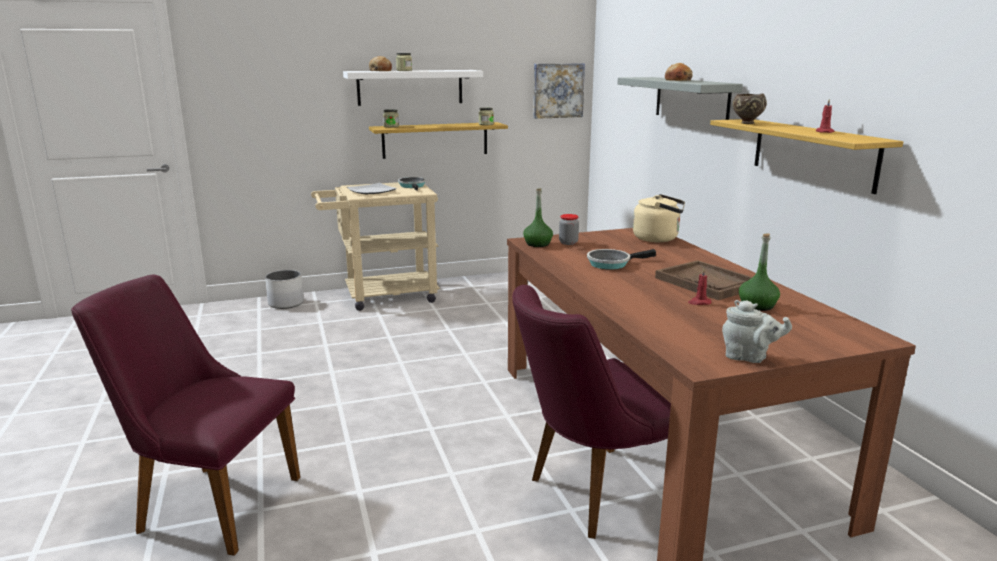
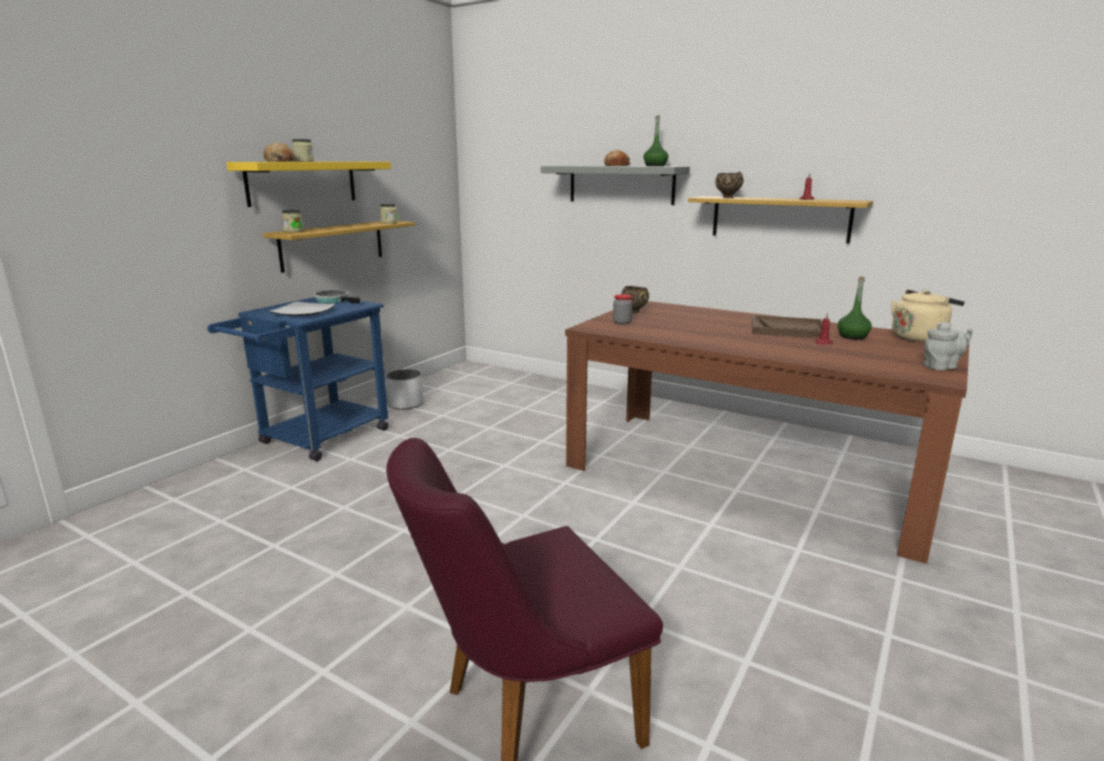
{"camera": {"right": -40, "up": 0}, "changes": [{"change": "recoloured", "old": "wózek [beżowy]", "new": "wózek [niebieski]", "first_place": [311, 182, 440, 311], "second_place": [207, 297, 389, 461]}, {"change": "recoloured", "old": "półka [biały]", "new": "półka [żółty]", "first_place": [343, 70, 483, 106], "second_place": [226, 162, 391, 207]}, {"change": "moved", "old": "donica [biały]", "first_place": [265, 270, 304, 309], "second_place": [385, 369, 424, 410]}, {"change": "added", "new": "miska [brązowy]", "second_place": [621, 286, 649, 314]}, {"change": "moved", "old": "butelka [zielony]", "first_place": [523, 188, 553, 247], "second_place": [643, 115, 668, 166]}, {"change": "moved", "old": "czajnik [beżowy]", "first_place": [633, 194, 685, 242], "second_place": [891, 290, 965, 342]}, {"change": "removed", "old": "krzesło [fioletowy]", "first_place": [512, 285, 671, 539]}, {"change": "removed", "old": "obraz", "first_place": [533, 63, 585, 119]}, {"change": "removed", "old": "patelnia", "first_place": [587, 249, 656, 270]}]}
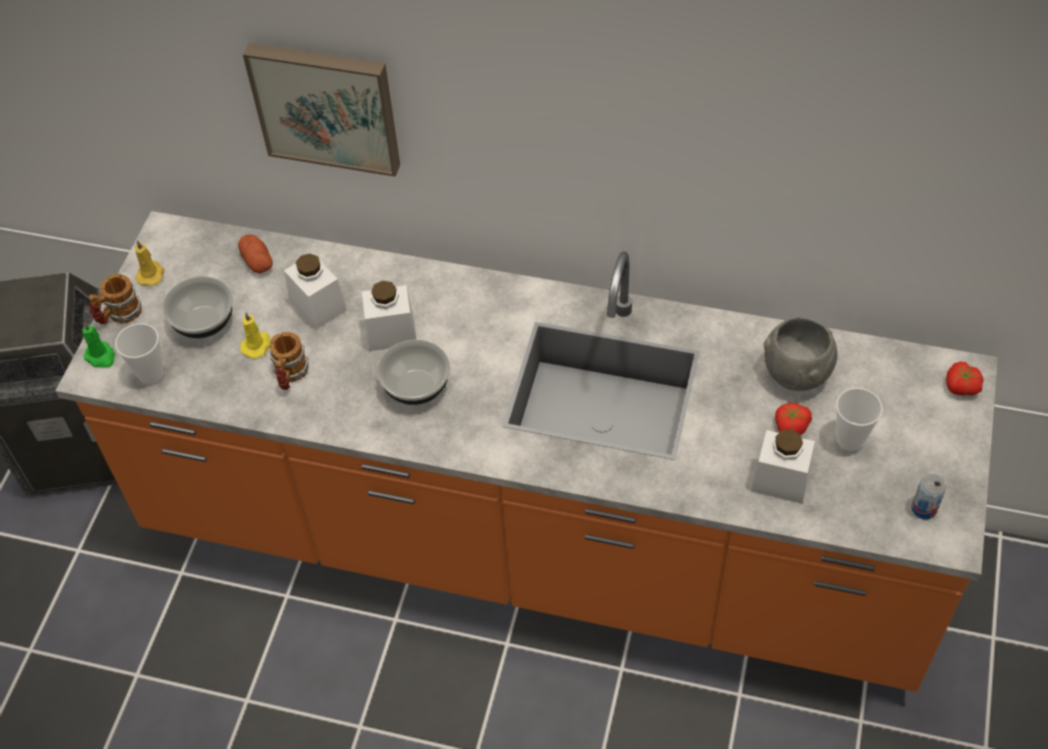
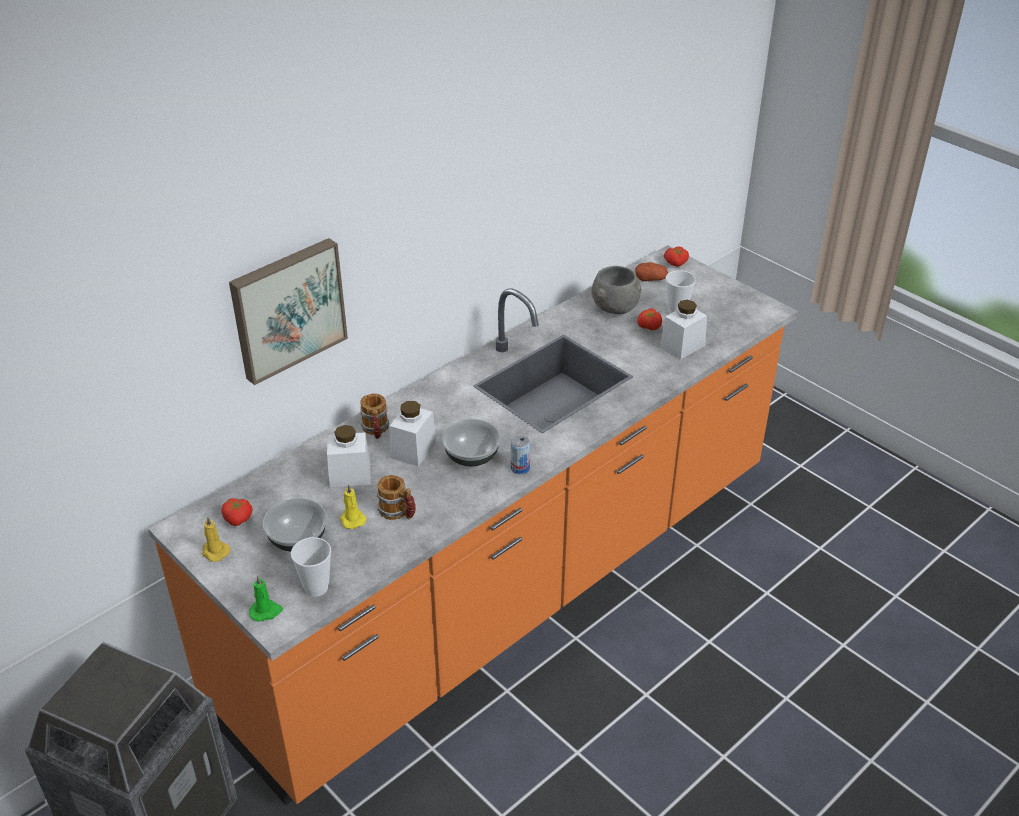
{"camera": {"right": -60, "up": -15}, "changes": [{"change": "added", "new": "pomidor", "second_place": [222, 498, 252, 526]}, {"change": "moved", "old": "kubek", "first_place": [88, 274, 142, 325], "second_place": [360, 394, 389, 439]}, {"change": "moved", "old": "puszka", "first_place": [911, 474, 946, 519], "second_place": [511, 435, 530, 474]}, {"change": "moved", "old": "ziemniak", "first_place": [238, 234, 273, 273], "second_place": [635, 262, 668, 281]}]}
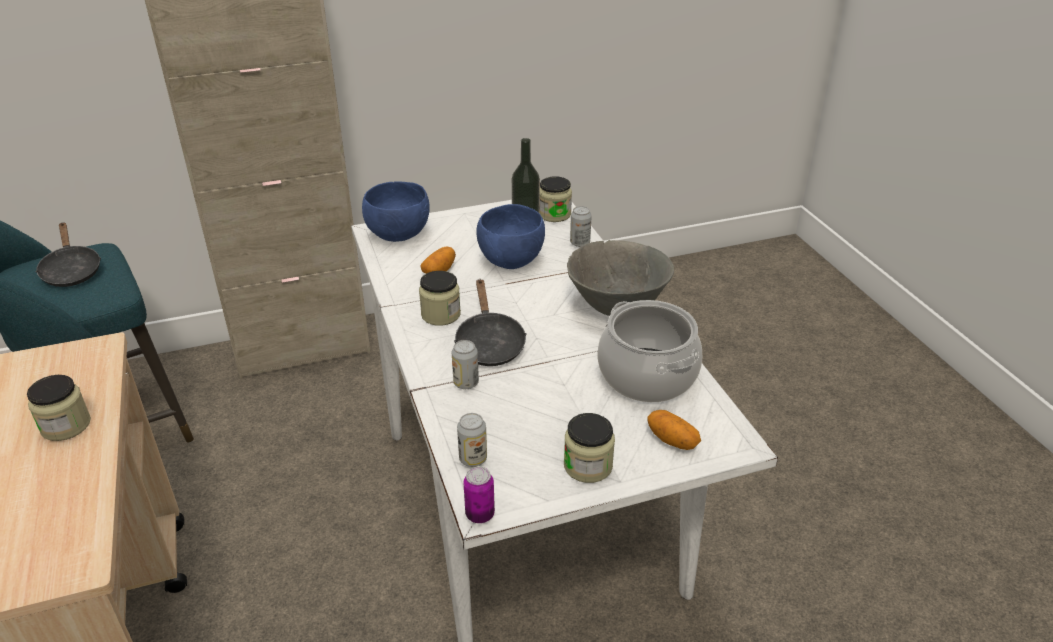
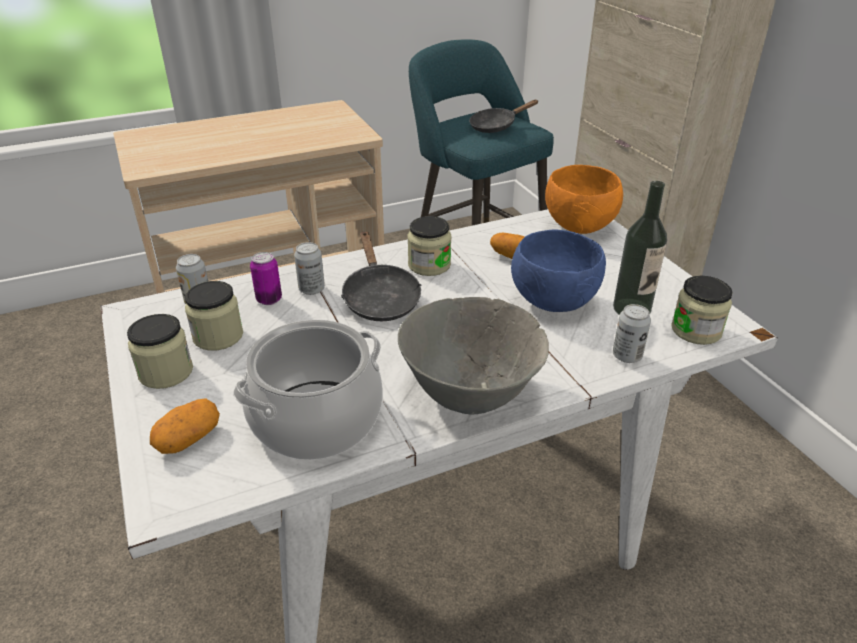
{"camera": {"right": 85, "up": 0}, "changes": [{"change": "moved", "old": "słoik", "first_place": [27, 375, 91, 441], "second_place": [185, 281, 243, 351]}, {"change": "moved", "old": "puszka", "first_place": [463, 467, 495, 523], "second_place": [250, 252, 282, 305]}, {"change": "turned", "old": "patelnia [czarny]", "first_place": [454, 279, 527, 366], "second_place": [341, 231, 422, 321], "degrees": -90}, {"change": "recoloured", "old": "miska [niebieski]", "new": "miska [pomarańczowy]", "first_place": [362, 181, 429, 242], "second_place": [545, 165, 623, 234]}]}
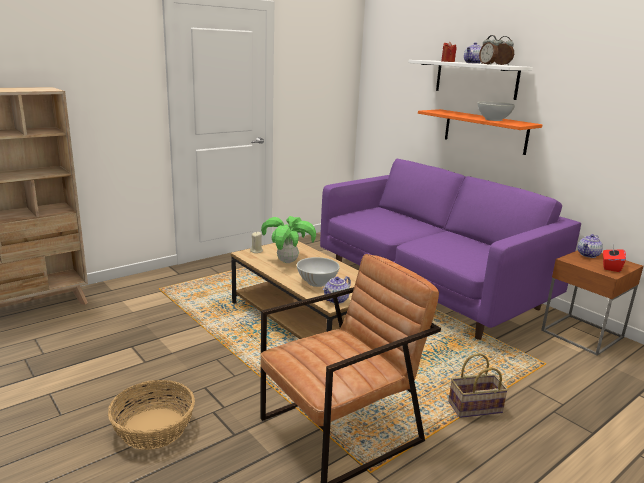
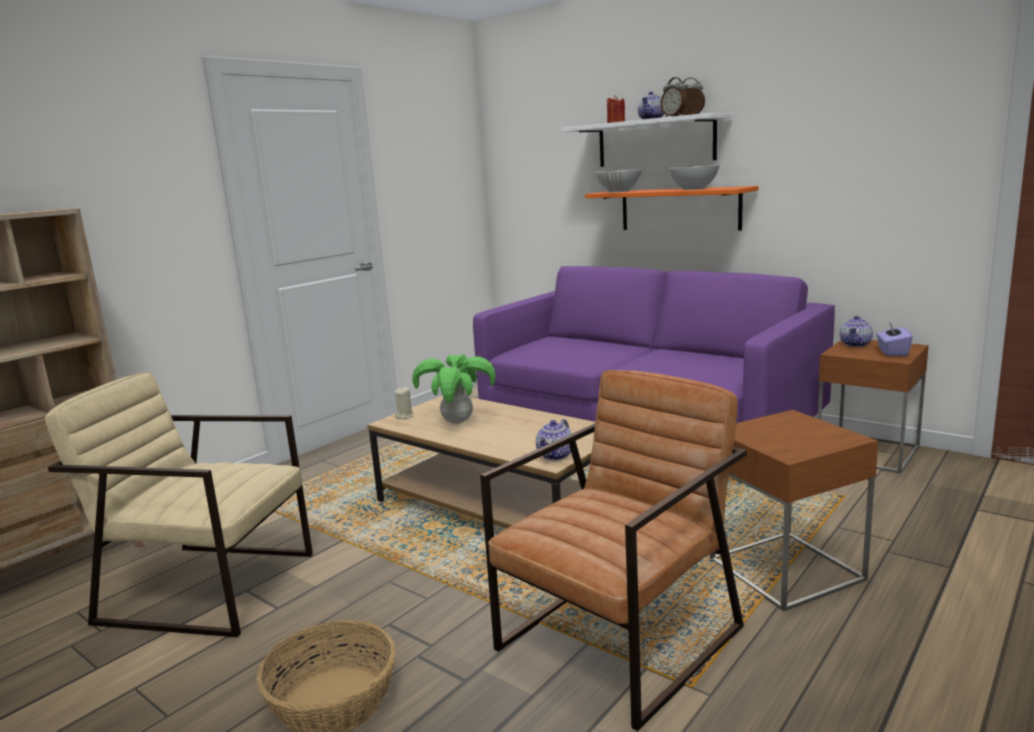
{"camera": {"right": -10, "up": -5}, "changes": [{"change": "added", "new": "fotel [beżowy]", "second_place": [45, 372, 313, 637]}, {"change": "moved", "old": "miska [biały]", "first_place": [297, 257, 340, 287], "second_place": [596, 169, 642, 192]}, {"change": "replaced", "old": "koszyk", "new": "stolik [brązowy]", "first_place": [448, 353, 508, 418], "second_place": [710, 410, 878, 611]}, {"change": "recoloured", "old": "pudełko chusteczek [czerwony]", "new": "pudełko chusteczek [fioletowy]", "first_place": [603, 245, 626, 272], "second_place": [876, 322, 913, 356]}]}
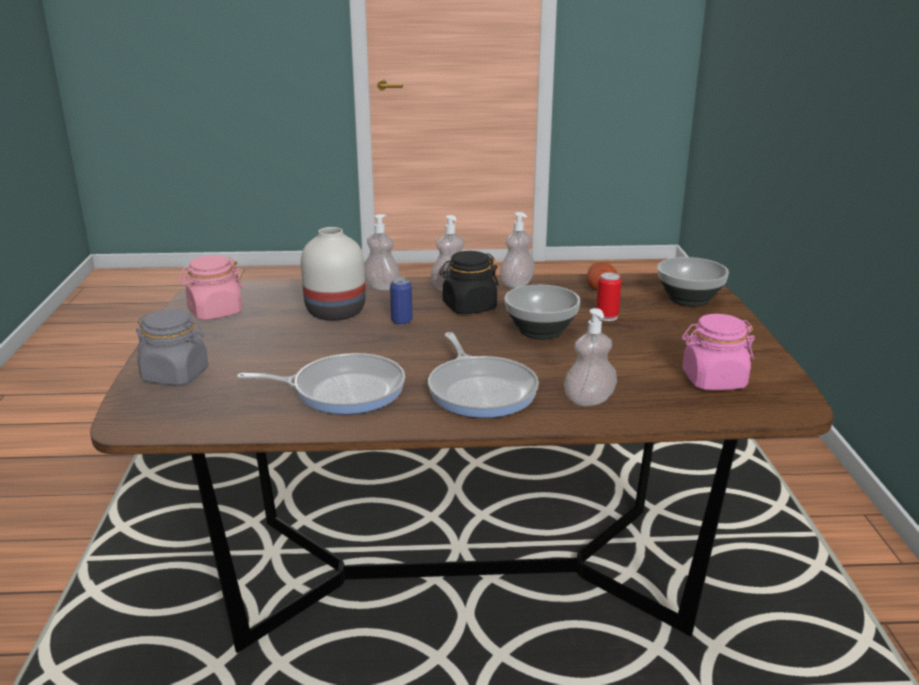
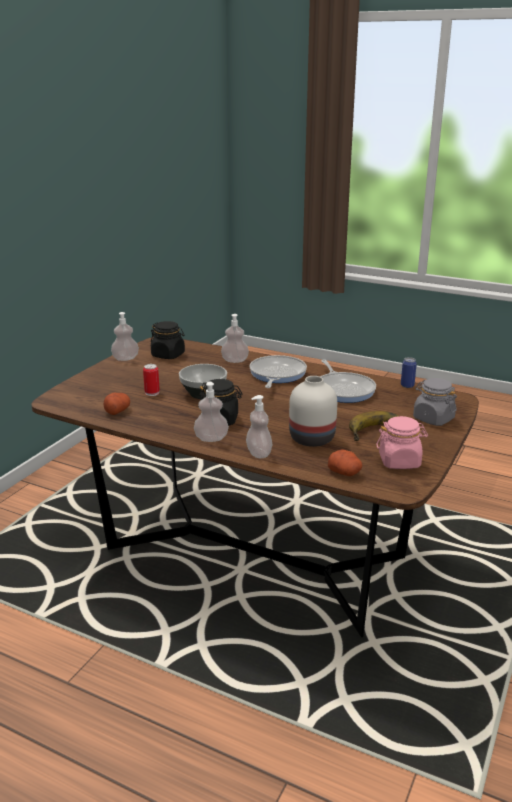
{"camera": {"right": -150, "up": 0}, "changes": [{"change": "moved", "old": "dozownik mydła", "first_place": [500, 212, 535, 288], "second_place": [111, 312, 139, 361]}, {"change": "recoloured", "old": "słoik [różowy]", "new": "słoik [czarny]", "first_place": [682, 314, 755, 390], "second_place": [151, 321, 185, 359]}, {"change": "turned", "old": "patelnia", "first_place": [237, 353, 405, 415], "second_place": [320, 360, 376, 403], "degrees": -135}, {"change": "added", "new": "ziemniak", "second_place": [328, 450, 362, 476]}, {"change": "added", "new": "banan", "second_place": [349, 411, 399, 441]}, {"change": "moved", "old": "puszka", "first_place": [390, 277, 412, 325], "second_place": [401, 357, 417, 388]}, {"change": "removed", "old": "miska", "first_place": [657, 257, 729, 307]}]}
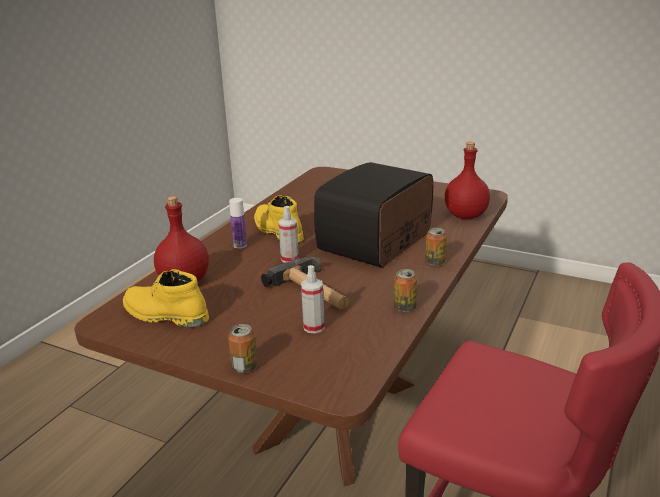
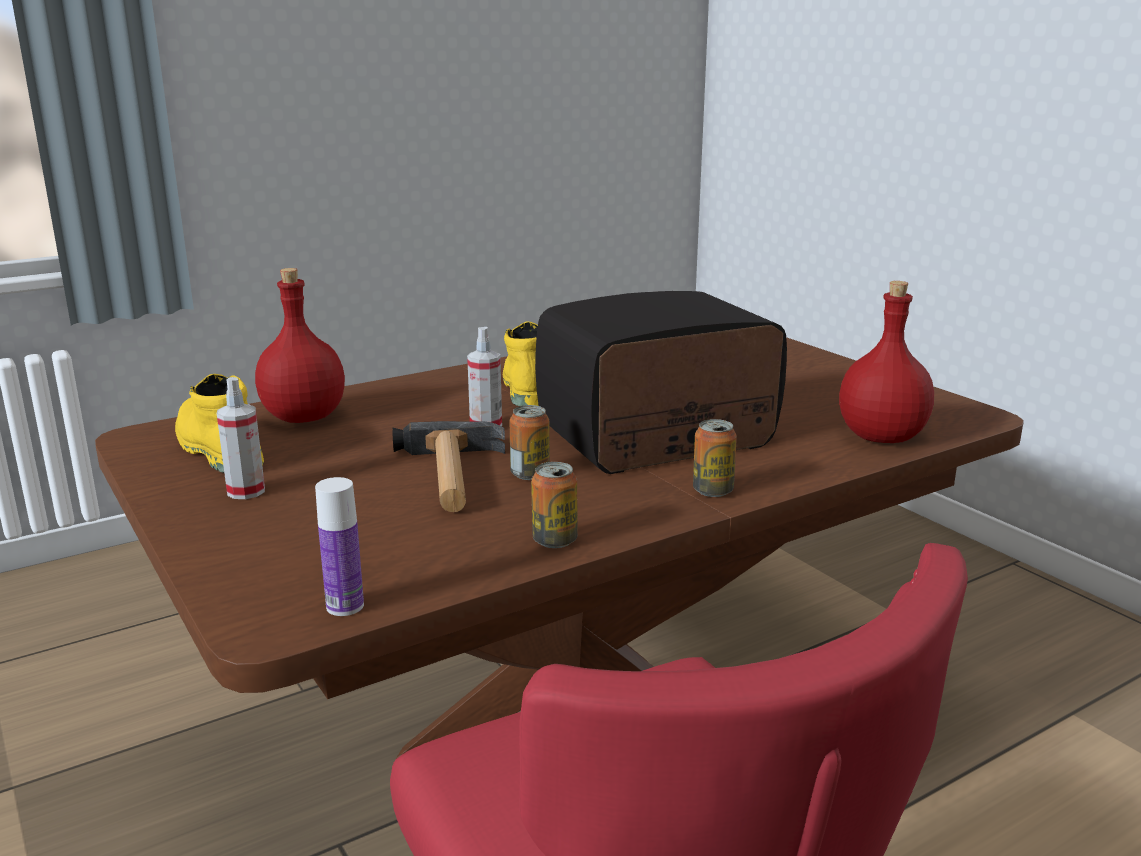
{"camera": {"right": 30, "up": -5}, "changes": [{"change": "moved", "old": "spryskiwacz", "first_place": [301, 265, 325, 333], "second_place": [217, 377, 265, 499]}, {"change": "moved", "old": "butelka", "first_place": [229, 198, 247, 248], "second_place": [315, 477, 364, 616]}, {"change": "moved", "old": "puszka", "first_place": [228, 324, 257, 373], "second_place": [510, 405, 550, 480]}]}
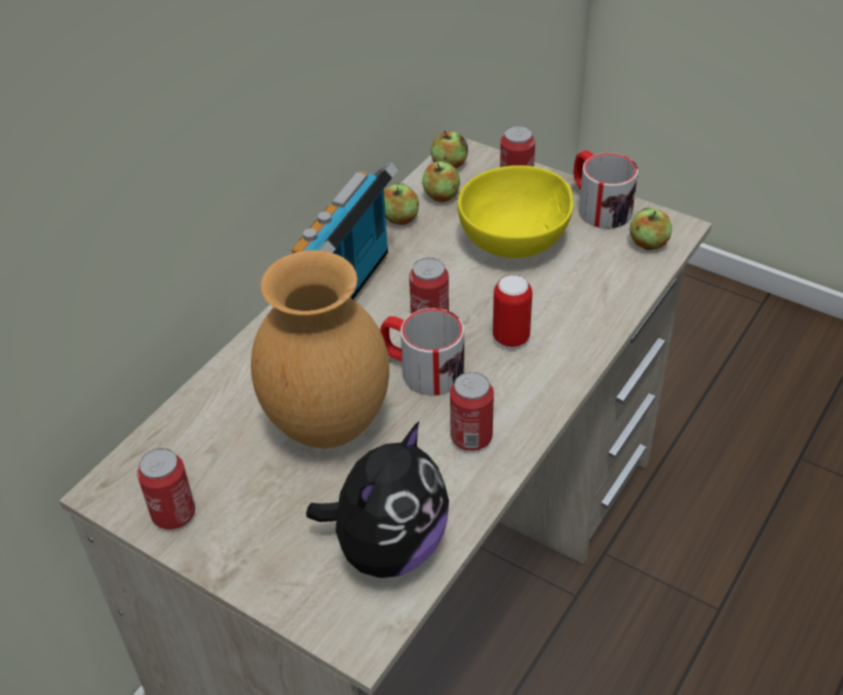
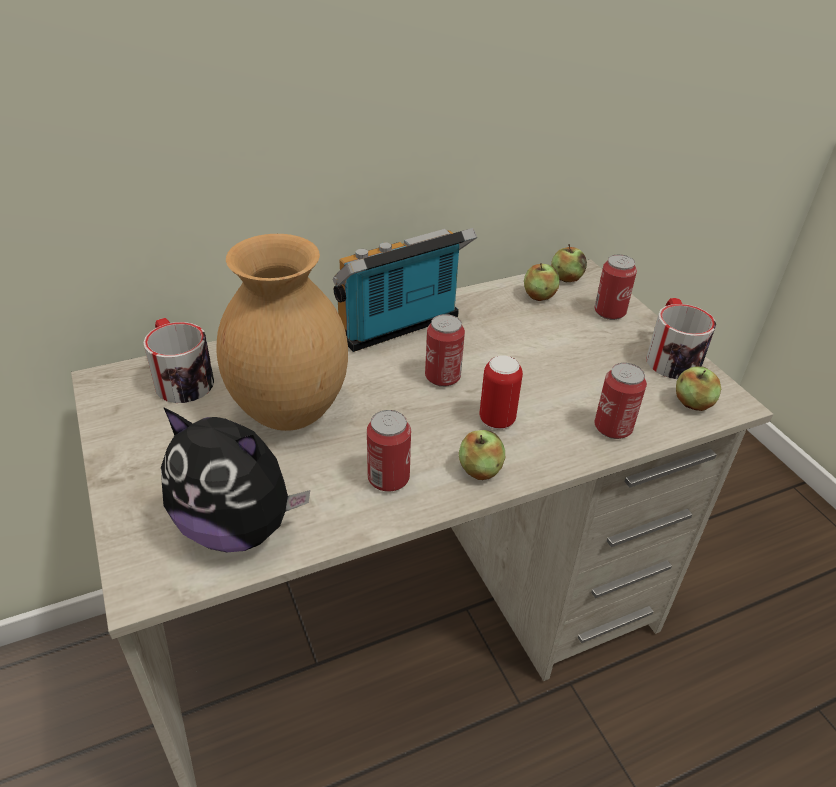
{"camera": {"right": 30, "up": -5}, "changes": [{"change": "moved", "old": "kubek", "first_place": [380, 308, 464, 396], "second_place": [143, 318, 214, 403]}, {"change": "turned", "old": "pluszak", "first_place": [306, 421, 449, 578], "second_place": [161, 407, 310, 552], "degrees": 45}, {"change": "moved", "old": "jabłko", "first_place": [384, 183, 419, 225], "second_place": [458, 430, 505, 480]}, {"change": "moved", "old": "puszka", "first_place": [137, 448, 195, 530], "second_place": [595, 363, 647, 439]}, {"change": "removed", "old": "miska [żółty]", "first_place": [458, 165, 573, 258]}]}
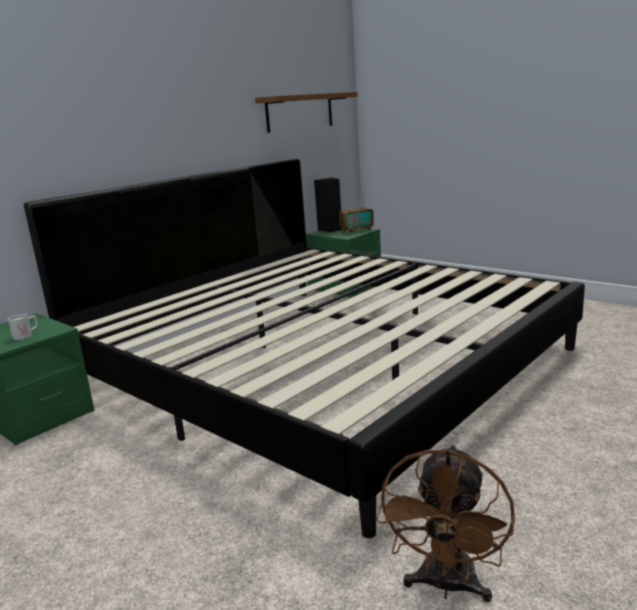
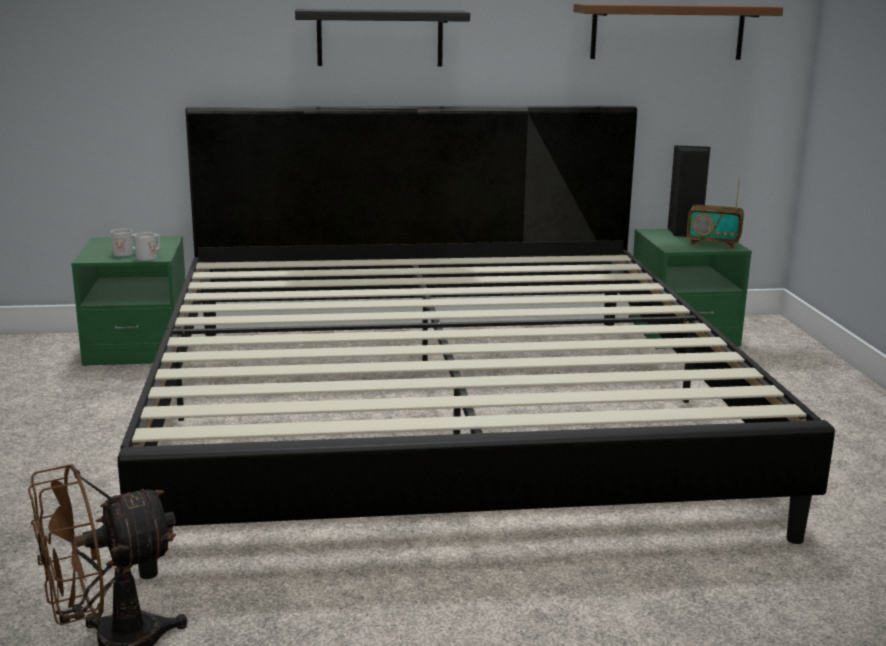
{"camera": {"right": 40, "up": 0}, "changes": [{"change": "added", "new": "kubek [biały]", "second_place": [134, 233, 160, 261]}, {"change": "added", "new": "półka [czarny]", "second_place": [295, 9, 470, 66]}]}
